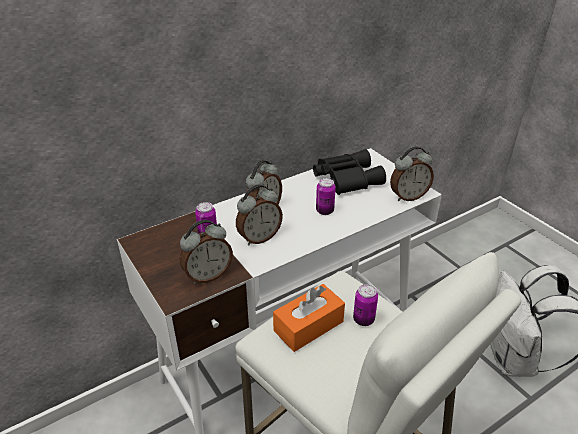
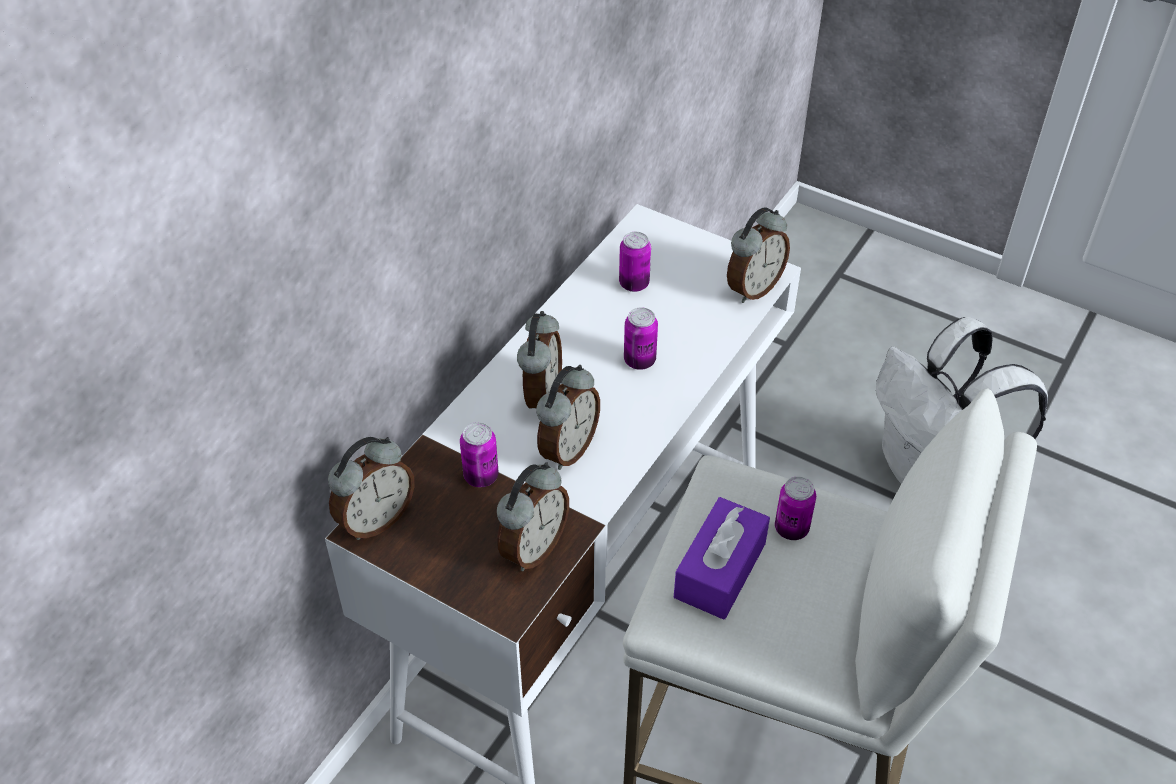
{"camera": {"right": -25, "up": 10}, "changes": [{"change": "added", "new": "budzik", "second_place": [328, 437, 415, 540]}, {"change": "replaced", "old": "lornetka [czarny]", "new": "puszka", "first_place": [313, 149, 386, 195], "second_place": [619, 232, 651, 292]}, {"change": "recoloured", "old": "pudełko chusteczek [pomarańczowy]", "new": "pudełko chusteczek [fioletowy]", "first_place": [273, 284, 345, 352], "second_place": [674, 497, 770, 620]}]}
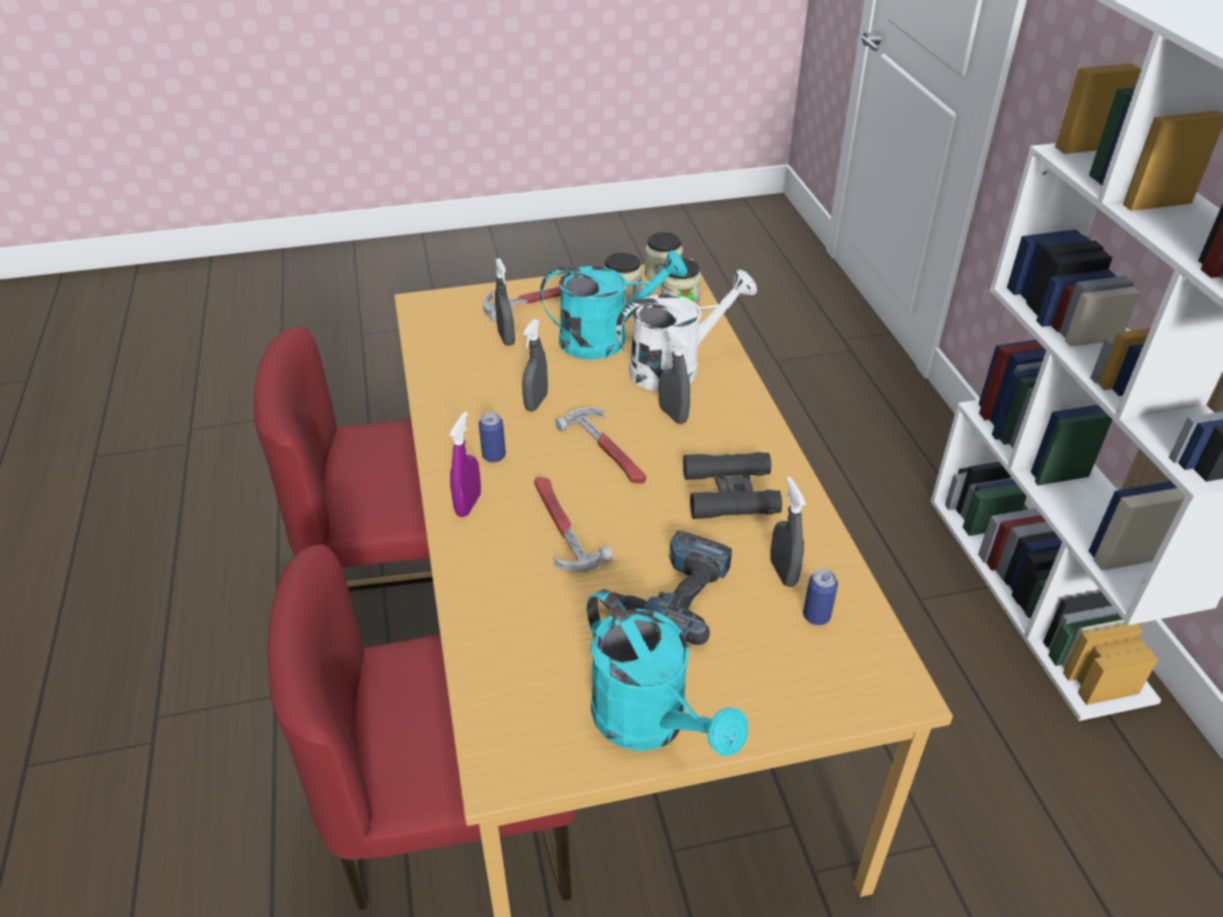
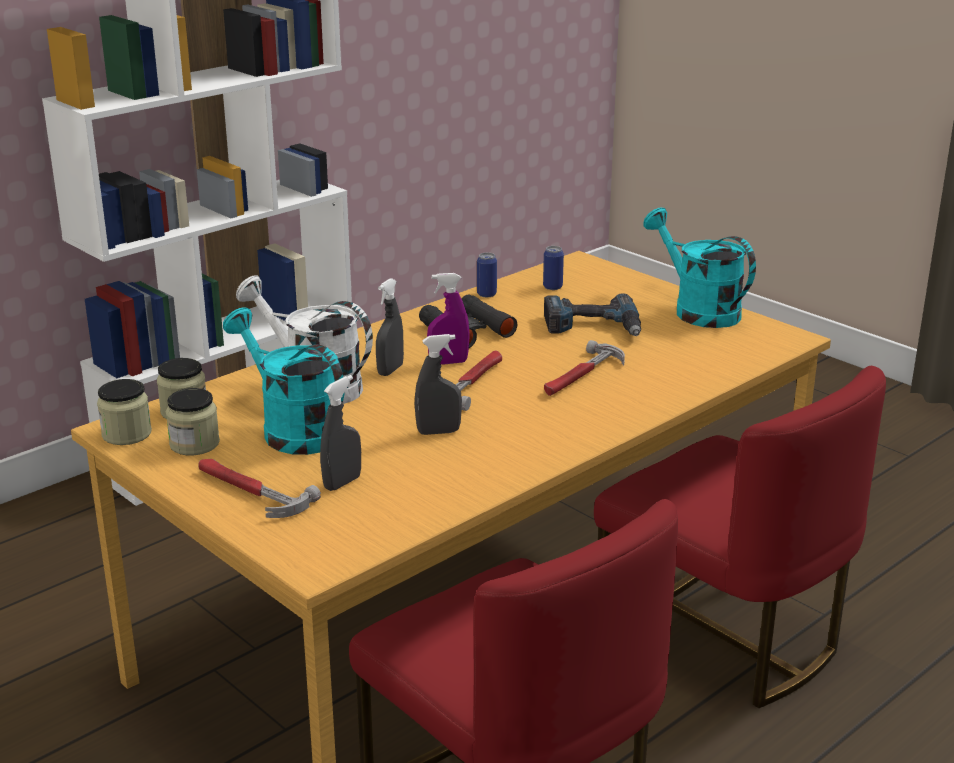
{"camera": {"right": -120, "up": -15}, "changes": [{"change": "moved", "old": "spryskiwacz [fioletowy]", "first_place": [449, 412, 481, 517], "second_place": [427, 273, 470, 365]}, {"change": "moved", "old": "puszka", "first_place": [479, 412, 506, 463], "second_place": [477, 252, 497, 297]}, {"change": "turned", "old": "konewka [turkusowy]", "first_place": [587, 589, 748, 756], "second_place": [643, 208, 756, 328], "degrees": -60}, {"change": "removed", "old": "spryskiwacz [szary]", "first_place": [770, 477, 806, 587]}]}
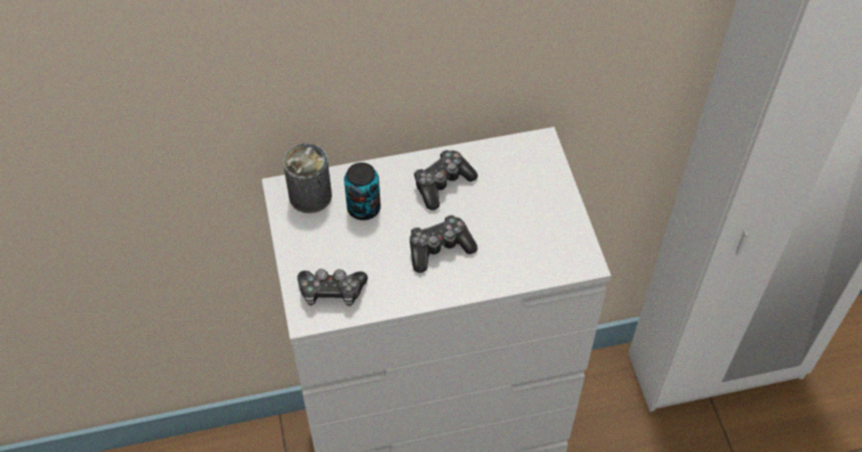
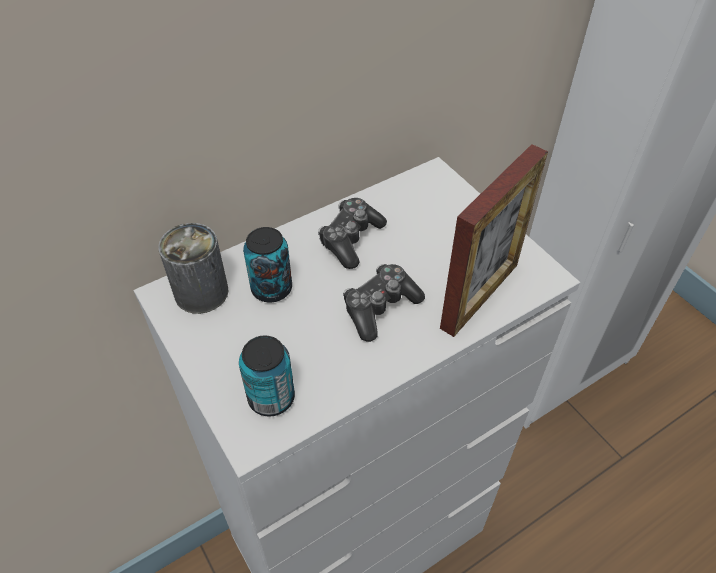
{"camera": {"right": -20, "up": -5}, "changes": [{"change": "replaced", "old": "pad do gier", "new": "puszka", "first_place": [297, 269, 368, 306], "second_place": [239, 335, 295, 417]}, {"change": "added", "new": "ramka na zdjęcie", "second_place": [440, 144, 548, 337]}]}
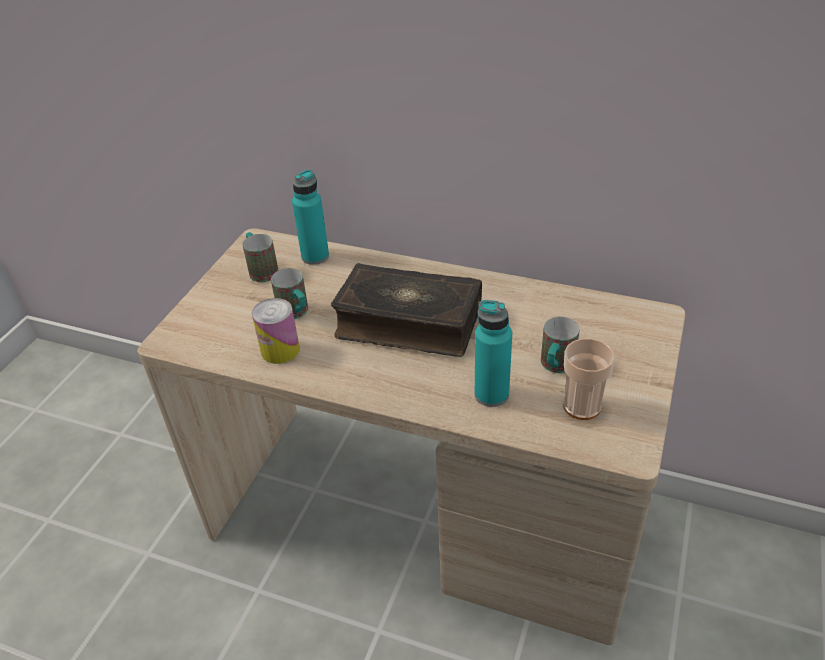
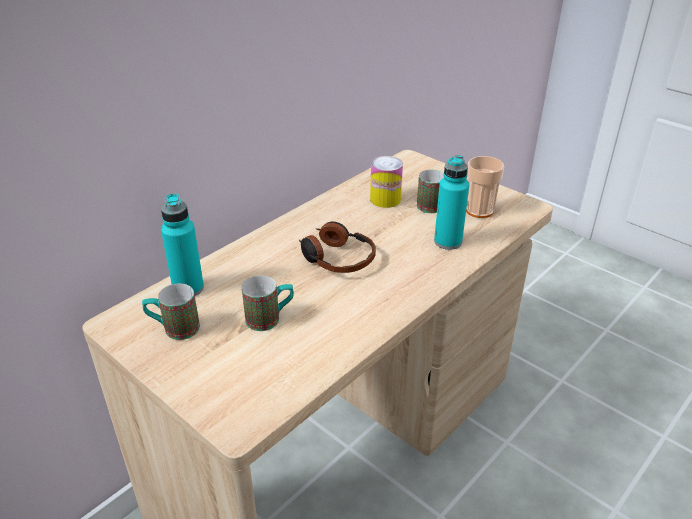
{"camera": {"right": -70, "up": -5}, "changes": [{"change": "replaced", "old": "książka", "new": "słuchawki", "first_place": [331, 263, 482, 357], "second_place": [299, 222, 376, 273]}, {"change": "moved", "old": "puszka", "first_place": [252, 298, 300, 364], "second_place": [370, 156, 403, 208]}]}
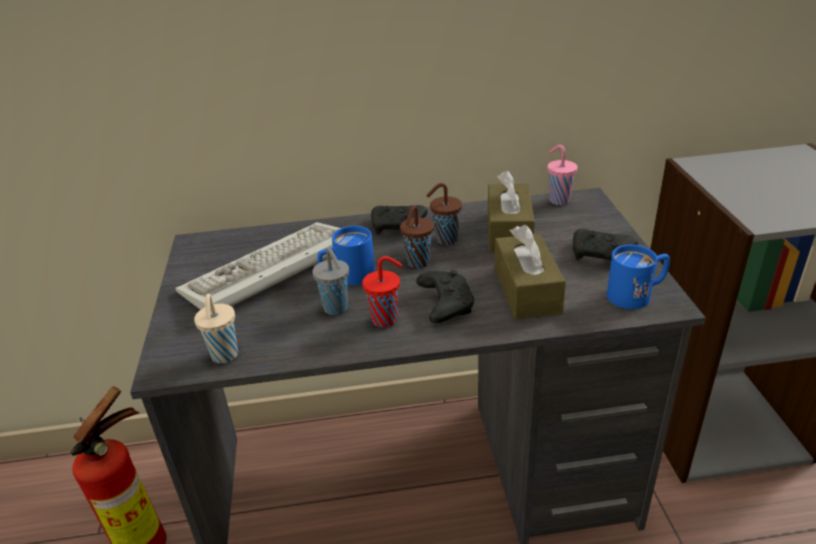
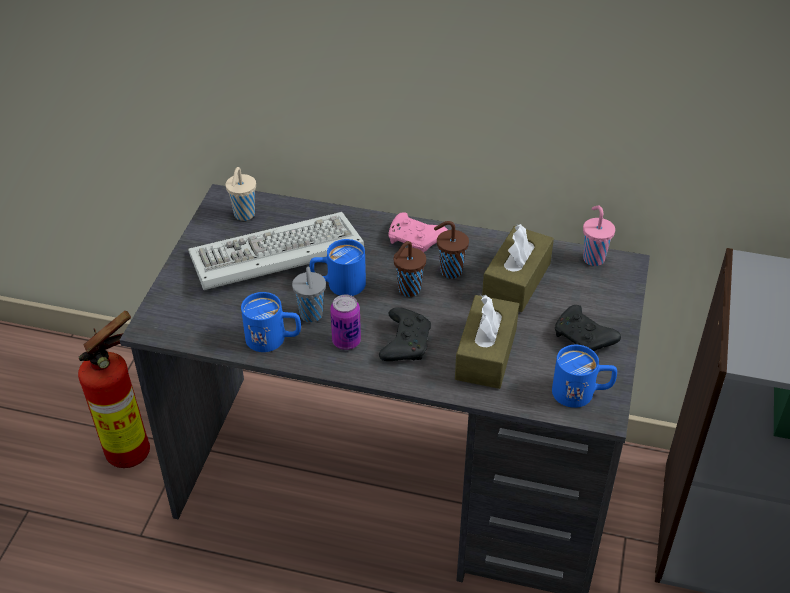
{"camera": {"right": 20, "up": 10}, "changes": [{"change": "moved", "old": "filiżanka [beżowy]", "first_place": [194, 294, 238, 364], "second_place": [226, 167, 256, 221]}, {"change": "added", "new": "kubek [niebieski]", "second_place": [241, 292, 301, 352]}, {"change": "replaced", "old": "filiżanka [czerwony]", "new": "puszka", "first_place": [362, 256, 402, 328], "second_place": [330, 295, 361, 350]}, {"change": "recoloured", "old": "pad do gier [czarny]", "new": "pad do gier [różowy]", "first_place": [371, 205, 428, 234], "second_place": [388, 212, 448, 252]}]}
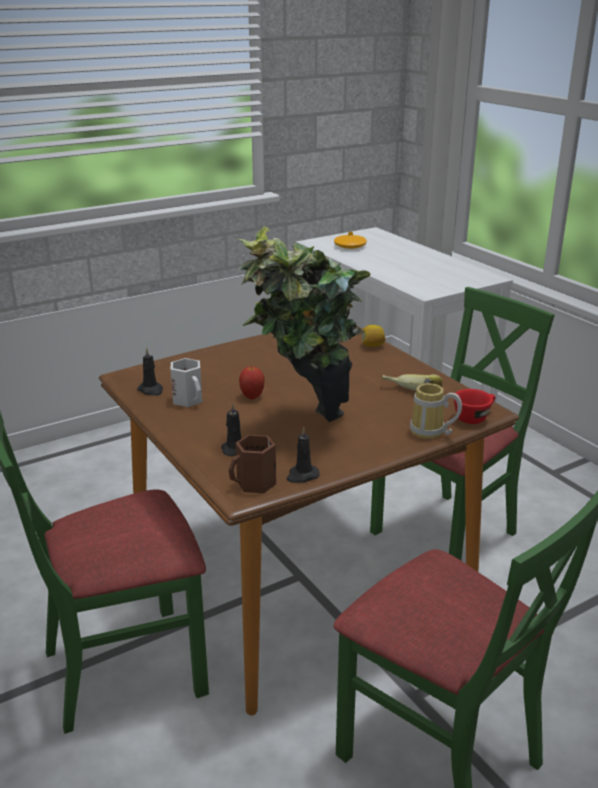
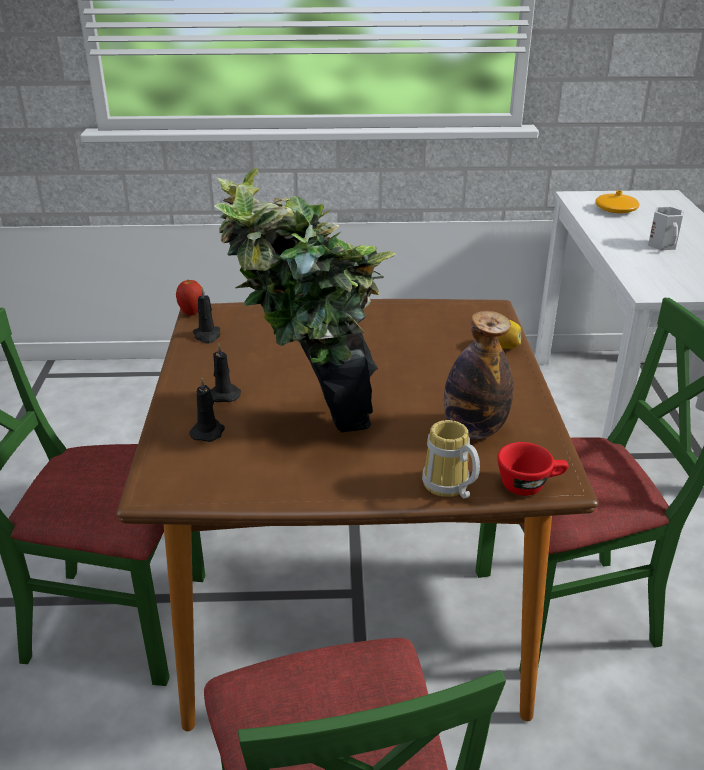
{"camera": {"right": 30, "up": 5}, "changes": [{"change": "moved", "old": "jabłko", "first_place": [239, 366, 265, 399], "second_place": [176, 280, 202, 316]}, {"change": "moved", "old": "świeca [czarny]", "first_place": [286, 426, 320, 483], "second_place": [210, 343, 241, 402]}, {"change": "replaced", "old": "banan", "new": "butelka", "first_place": [382, 374, 443, 391], "second_place": [444, 311, 513, 439]}, {"change": "moved", "old": "kubek [biały]", "first_place": [171, 358, 202, 407], "second_place": [648, 207, 684, 250]}, {"change": "removed", "old": "kubek [brązowy]", "first_place": [228, 435, 276, 493]}]}
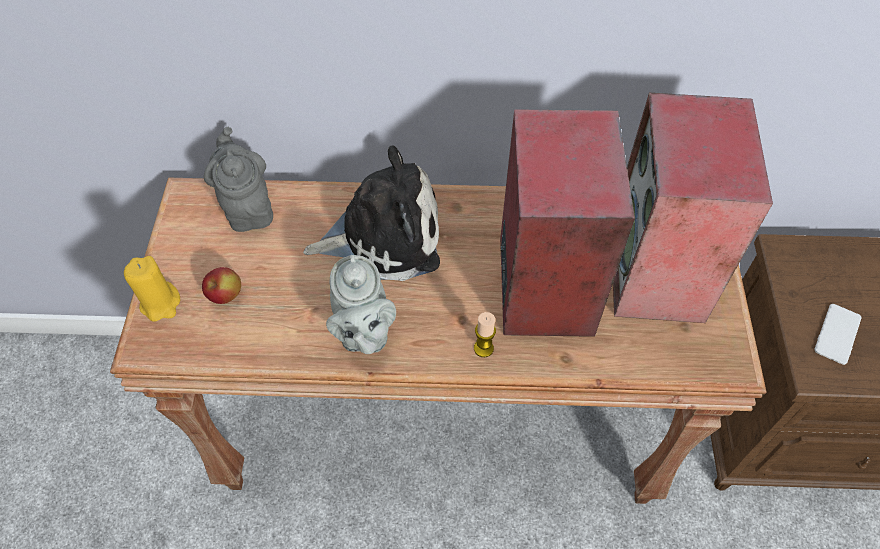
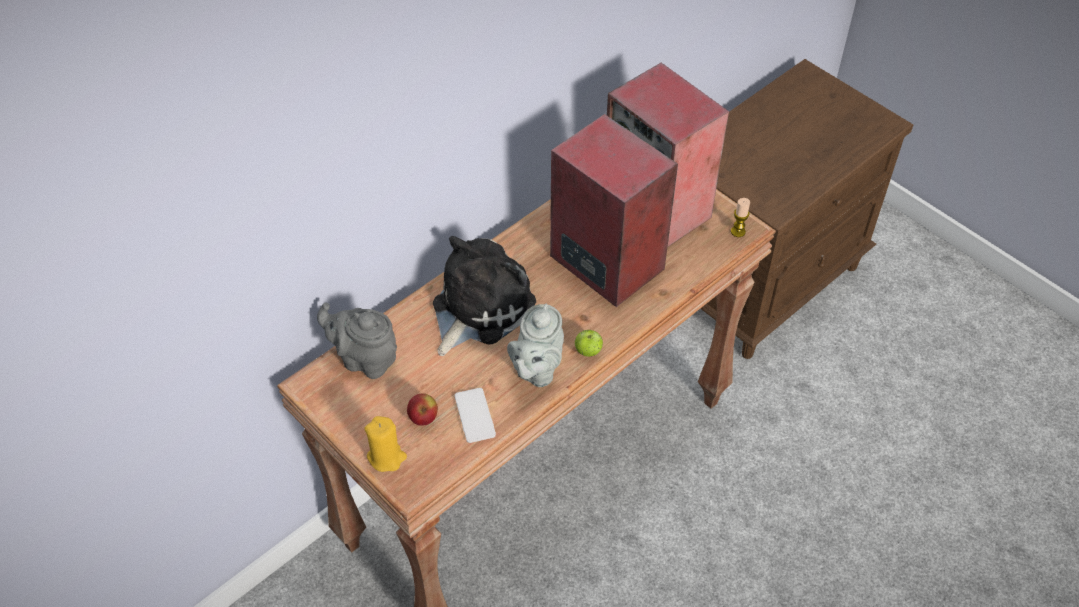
{"camera": {"right": -45, "up": -5}, "changes": [{"change": "moved", "old": "telefon", "first_place": [814, 304, 861, 365], "second_place": [454, 388, 496, 443]}, {"change": "turned", "old": "imbryk [szary]", "first_place": [326, 255, 396, 354], "second_place": [507, 303, 564, 387], "degrees": 75}, {"change": "added", "new": "jabłko", "second_place": [575, 329, 603, 357]}, {"change": "moved", "old": "świeca", "first_place": [474, 312, 496, 357], "second_place": [731, 198, 750, 237]}]}
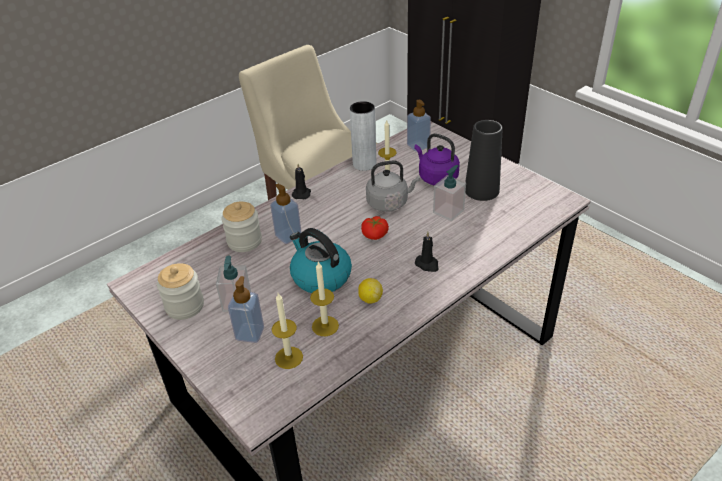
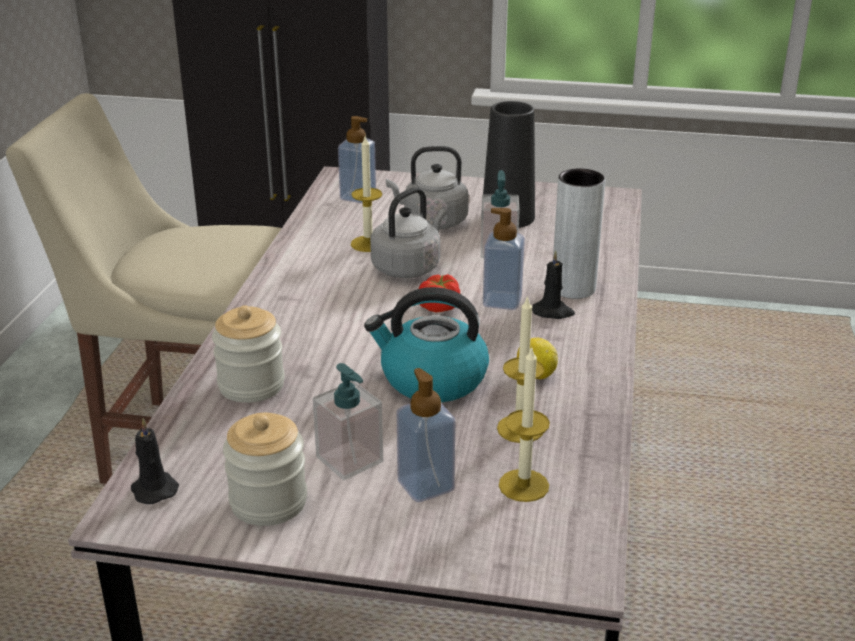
{"camera": {"right": -40, "up": -10}, "changes": [{"change": "moved", "old": "świeca [czarny]", "first_place": [292, 164, 311, 199], "second_place": [131, 418, 179, 504]}, {"change": "recoloured", "old": "czajnik [fioletowy]", "new": "czajnik [szary]", "first_place": [414, 134, 460, 185], "second_place": [386, 146, 469, 229]}, {"change": "moved", "old": "dozownik mydła", "first_place": [270, 184, 302, 244], "second_place": [483, 208, 525, 310]}, {"change": "moved", "old": "wazon [szary]", "first_place": [350, 101, 376, 171], "second_place": [553, 169, 605, 299]}]}
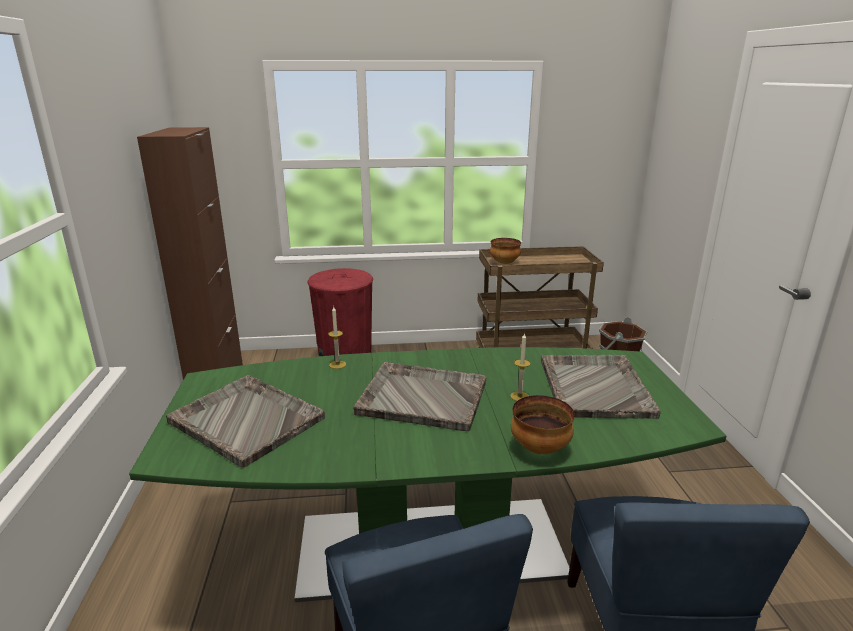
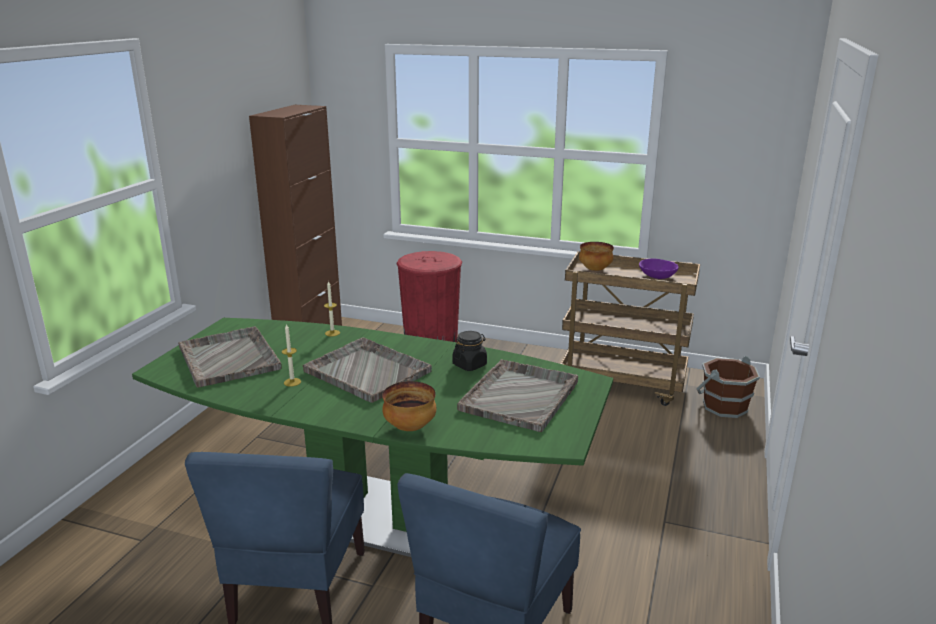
{"camera": {"right": 25, "up": 0}, "changes": [{"change": "moved", "old": "świeca", "first_place": [510, 333, 531, 401], "second_place": [282, 324, 301, 387]}, {"change": "added", "new": "słoik [czarny]", "second_place": [453, 331, 487, 371]}, {"change": "added", "new": "miska [fioletowy]", "second_place": [639, 259, 679, 279]}]}
